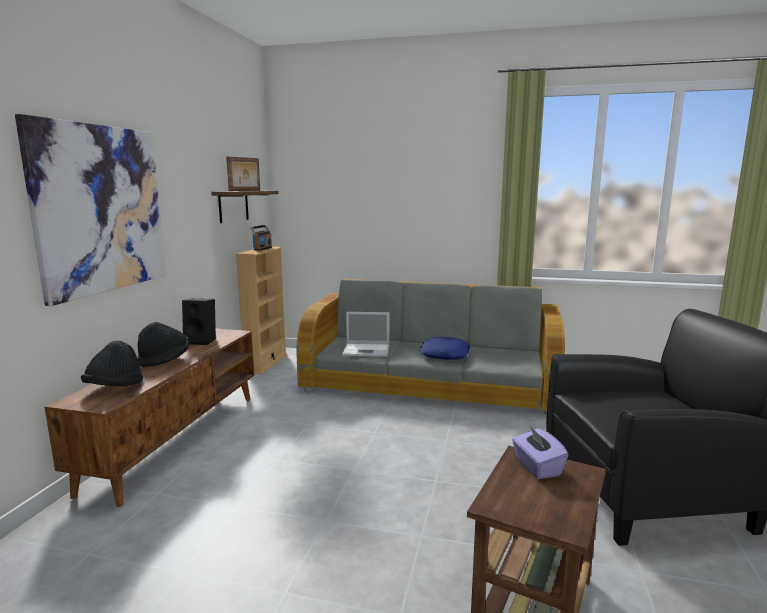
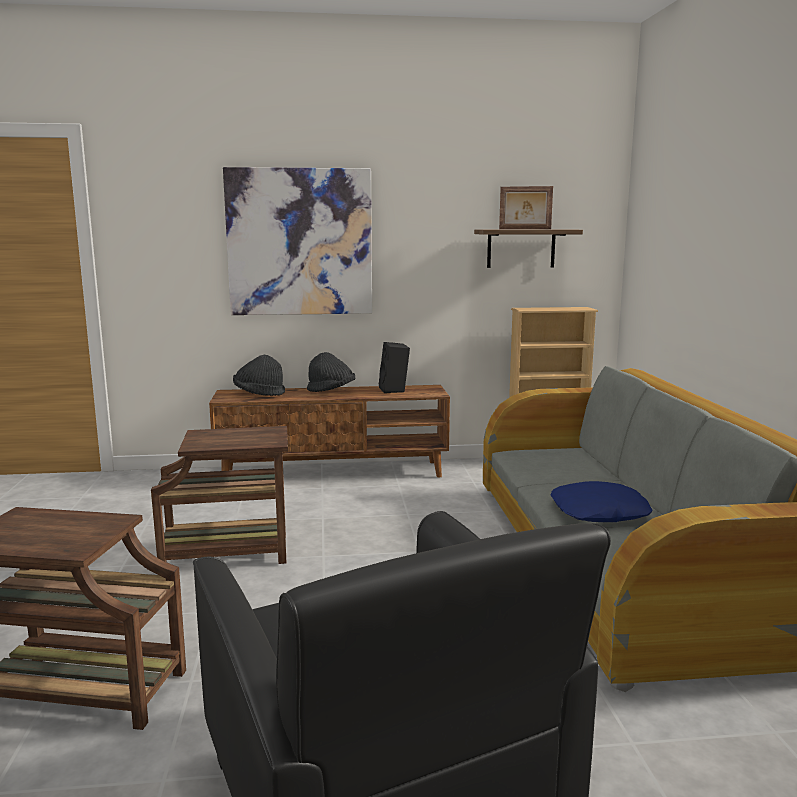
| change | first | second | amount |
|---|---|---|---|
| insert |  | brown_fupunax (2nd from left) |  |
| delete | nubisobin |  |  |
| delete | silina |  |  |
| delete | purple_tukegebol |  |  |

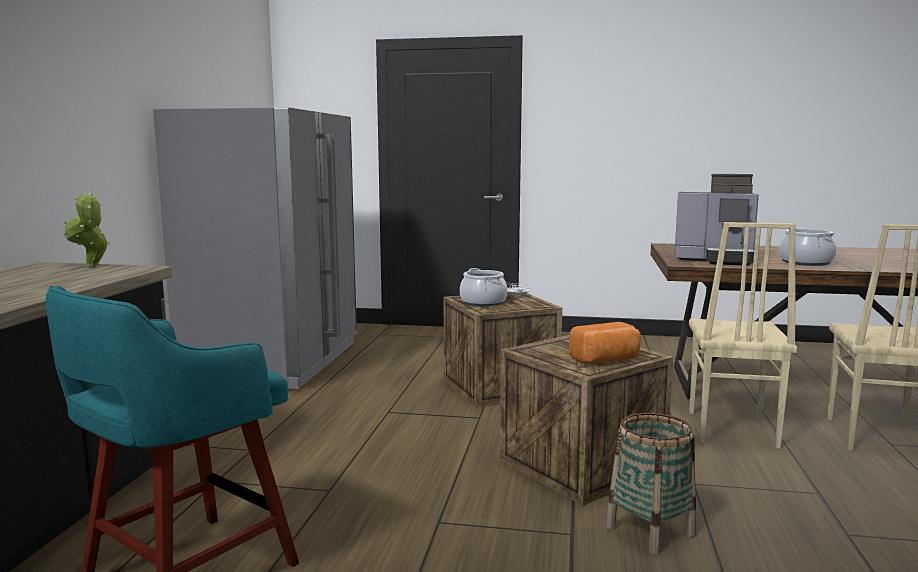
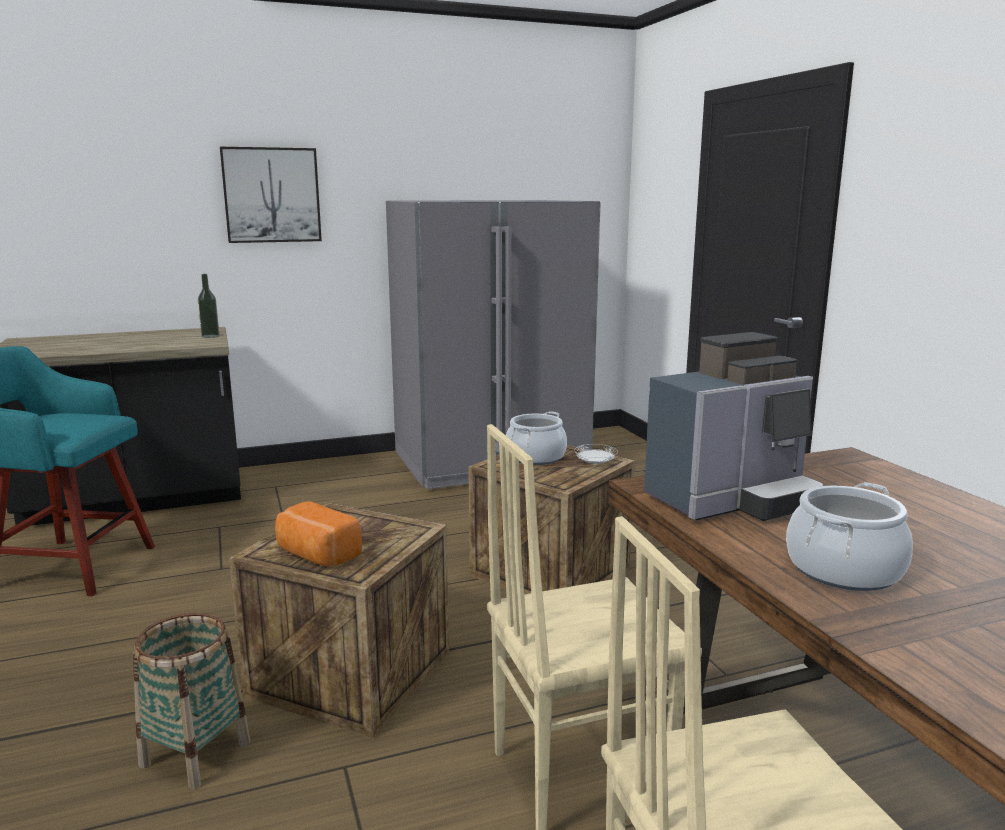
| change | first | second | amount |
|---|---|---|---|
| replace | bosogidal | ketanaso |  |
| insert |  | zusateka |  |
| rotate | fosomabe |  | 105 degrees counterclockwise |

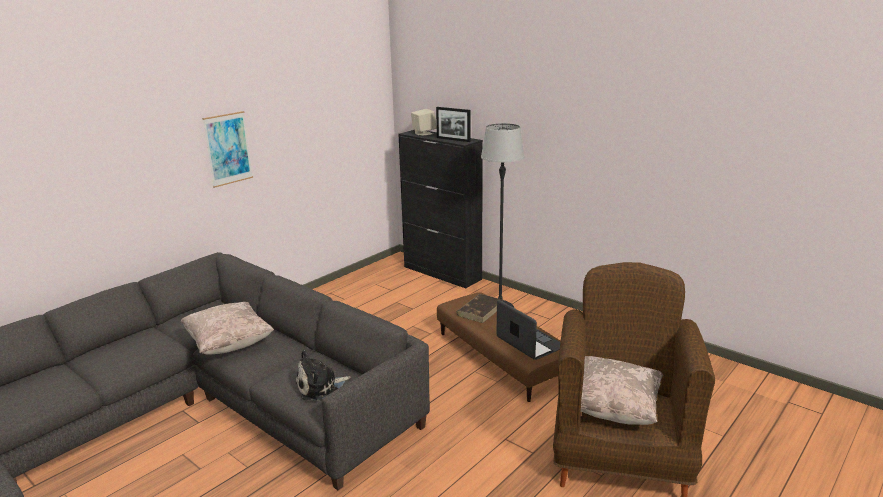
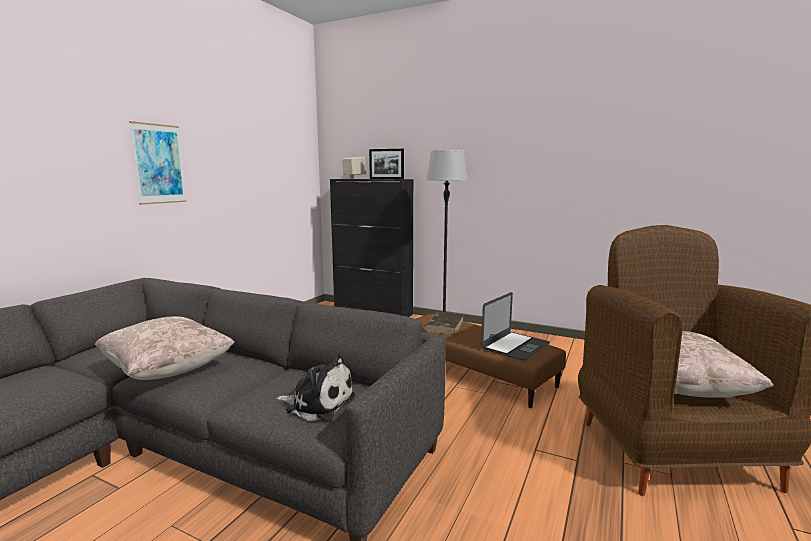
| change | first | second | amount |
|---|---|---|---|
| rotate | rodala |  | 120 degrees counterclockwise |
| rotate | silina |  | 90 degrees clockwise |

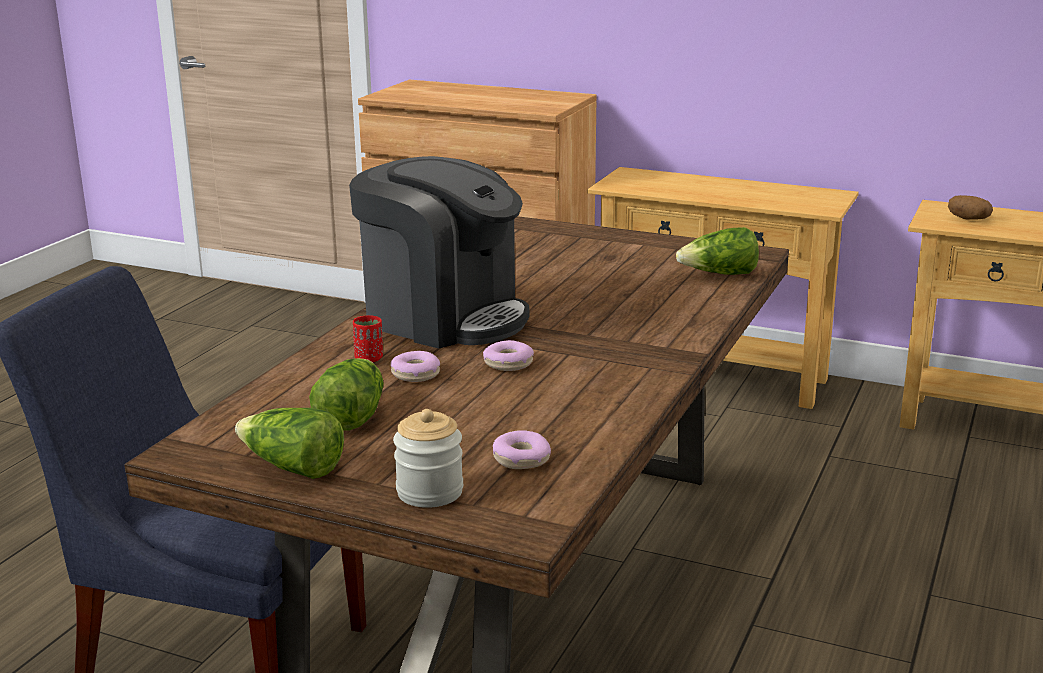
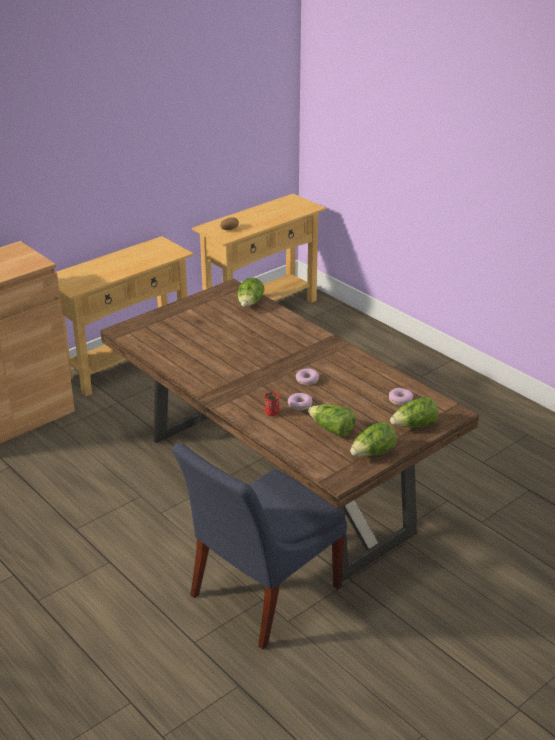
| change | first | second | amount |
|---|---|---|---|
| replace | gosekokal | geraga (4th from left) |  |
| delete | fosomabe |  |  |

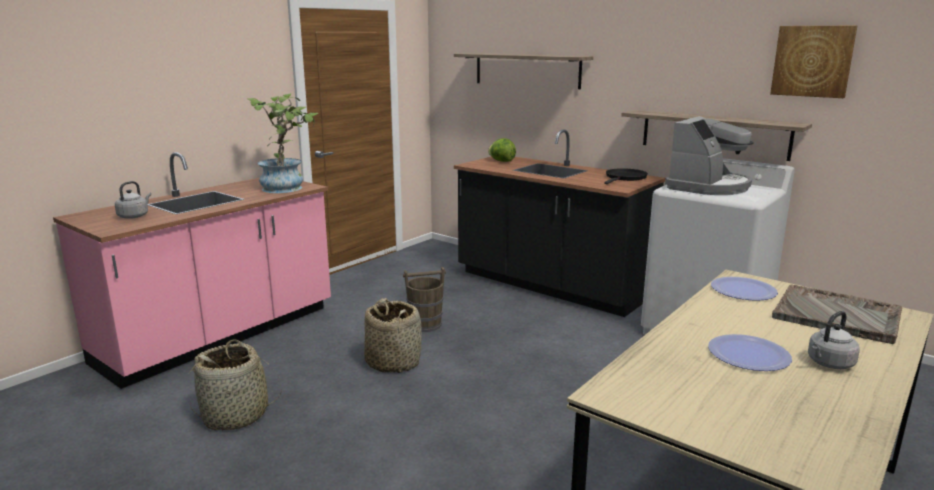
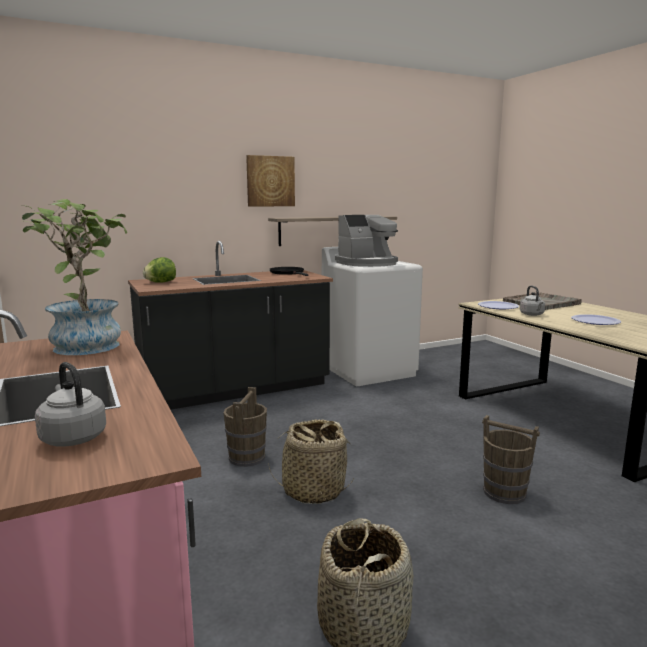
| change | first | second | amount |
|---|---|---|---|
| move | zusateka |  |  |
| rotate | fosomabe |  | 90 degrees clockwise |
| insert |  | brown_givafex (2nd from left) |  |
| move | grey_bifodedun (2nd from left) |  |  |
| delete | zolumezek (1st from left) |  |  |

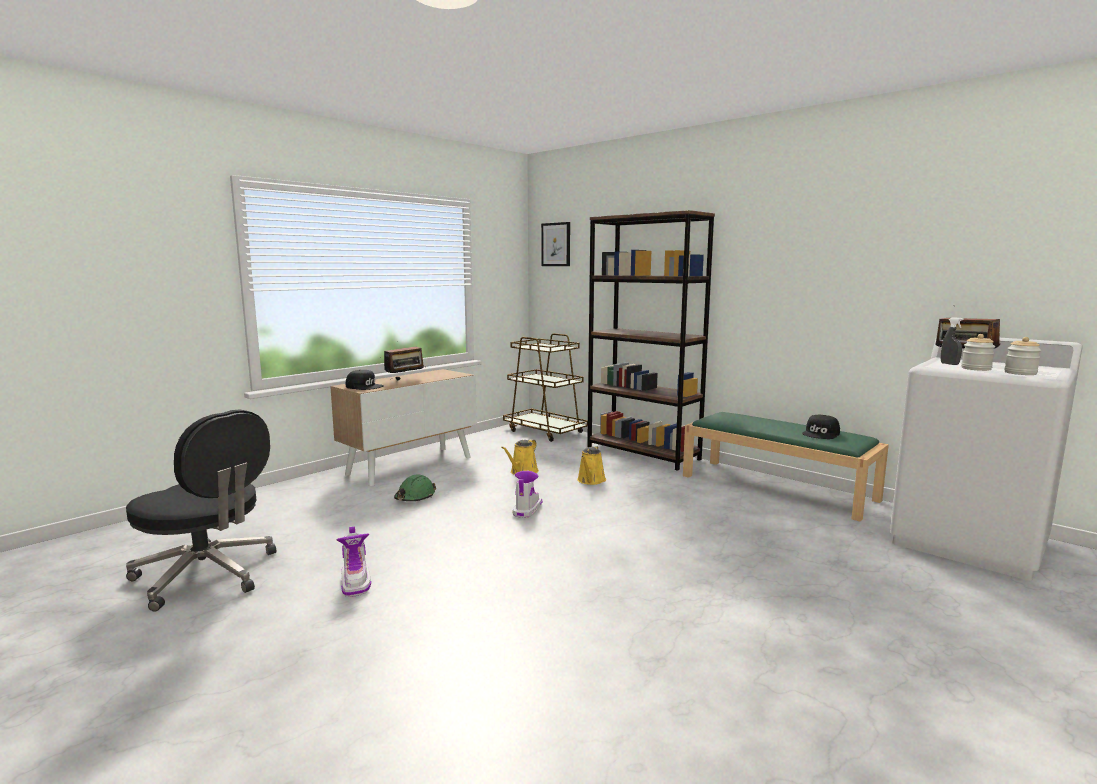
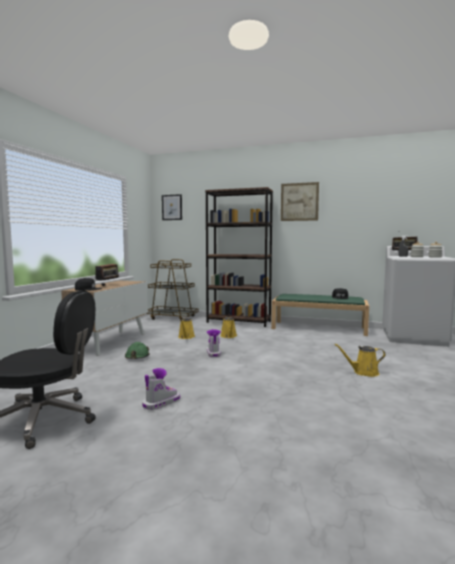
| change | first | second | amount |
|---|---|---|---|
| rotate | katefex (1st from left) |  | 90 degrees counterclockwise |
| insert |  | zusateka (2nd from left) |  |
| insert |  | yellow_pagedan (3rd from left) |  |

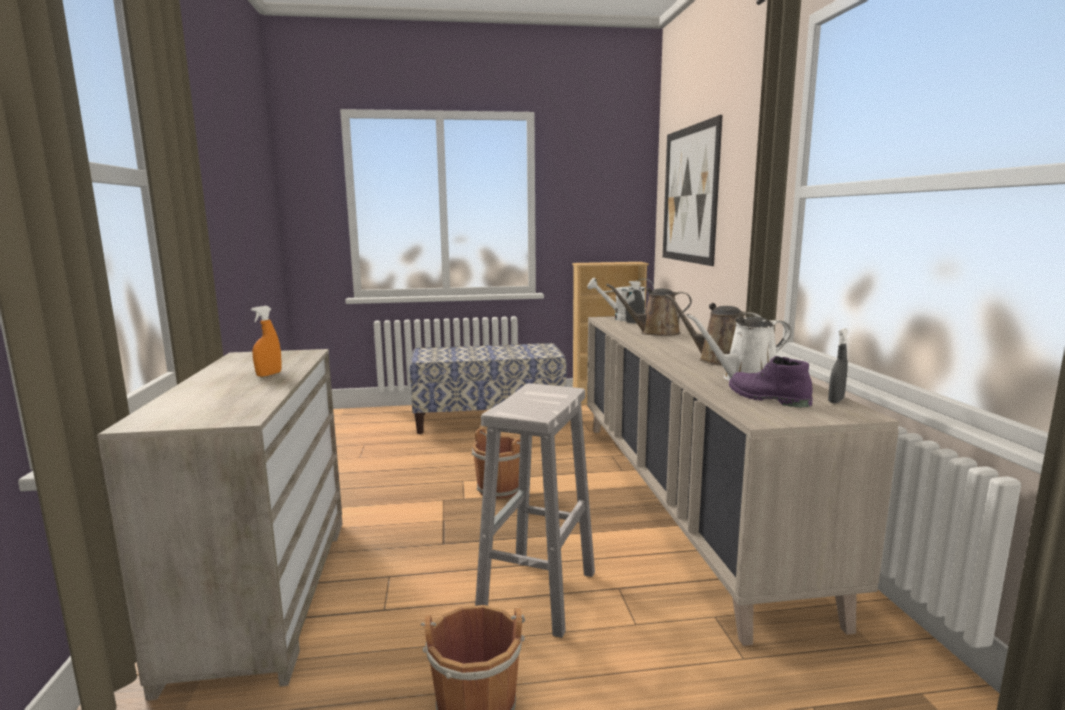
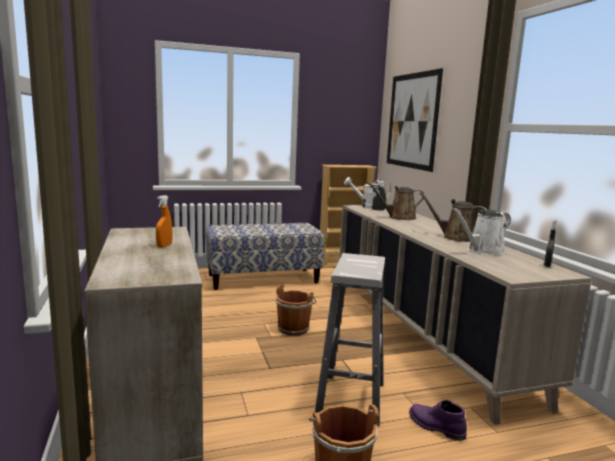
| change | first | second | amount |
|---|---|---|---|
| move | purple_katefex |  |  |

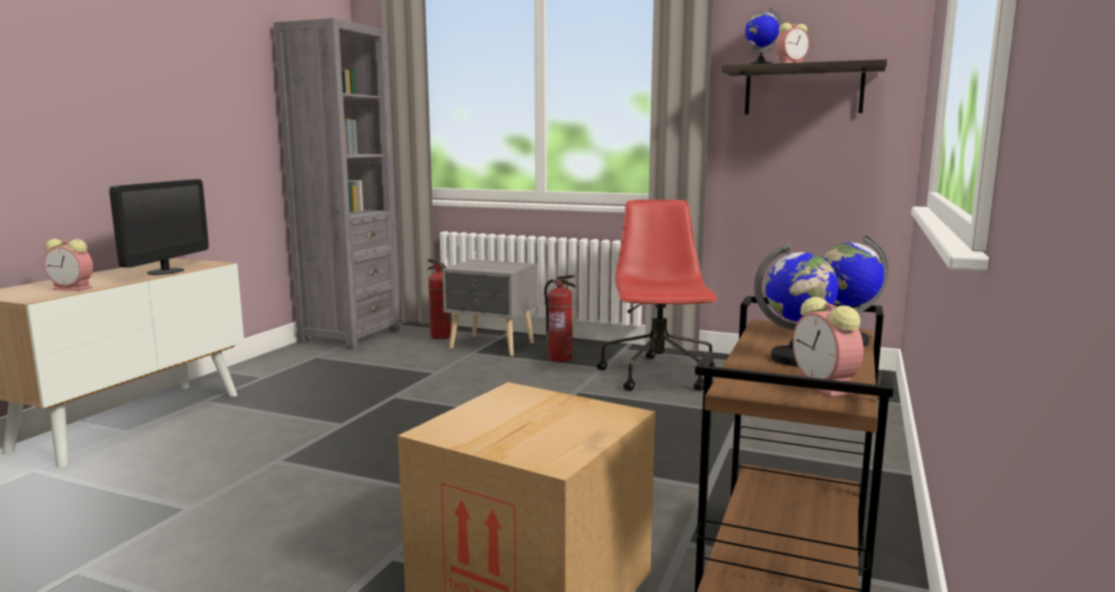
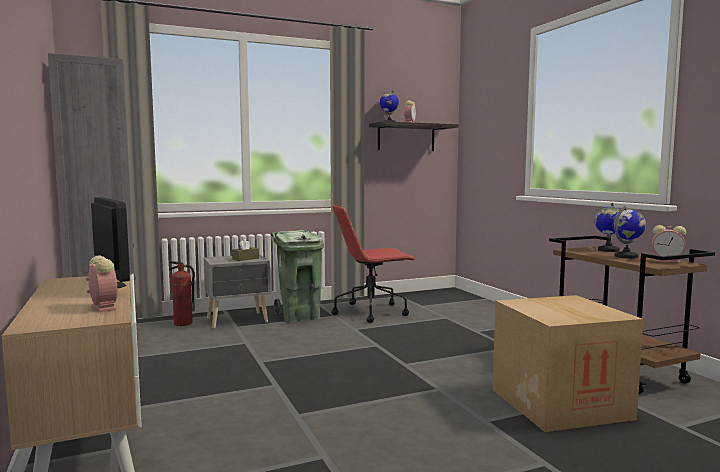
| change | first | second | amount |
|---|---|---|---|
| rotate | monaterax (1st from left) |  | 90 degrees counterclockwise |
| insert |  | brown_tukegebol |  |
| replace | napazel (2nd from left) | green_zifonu |  |
| rotate | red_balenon |  | 60 degrees counterclockwise |

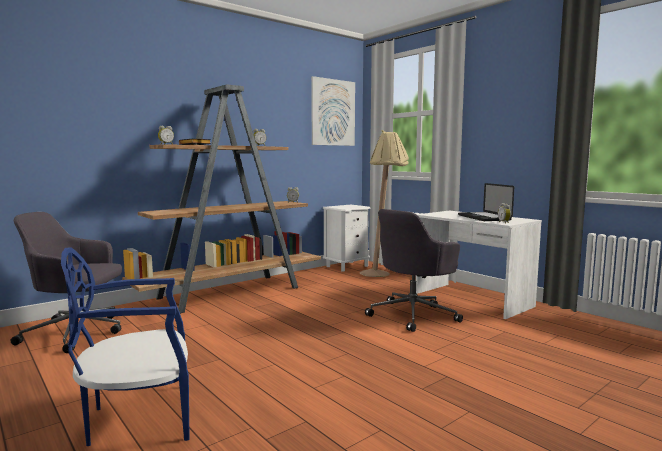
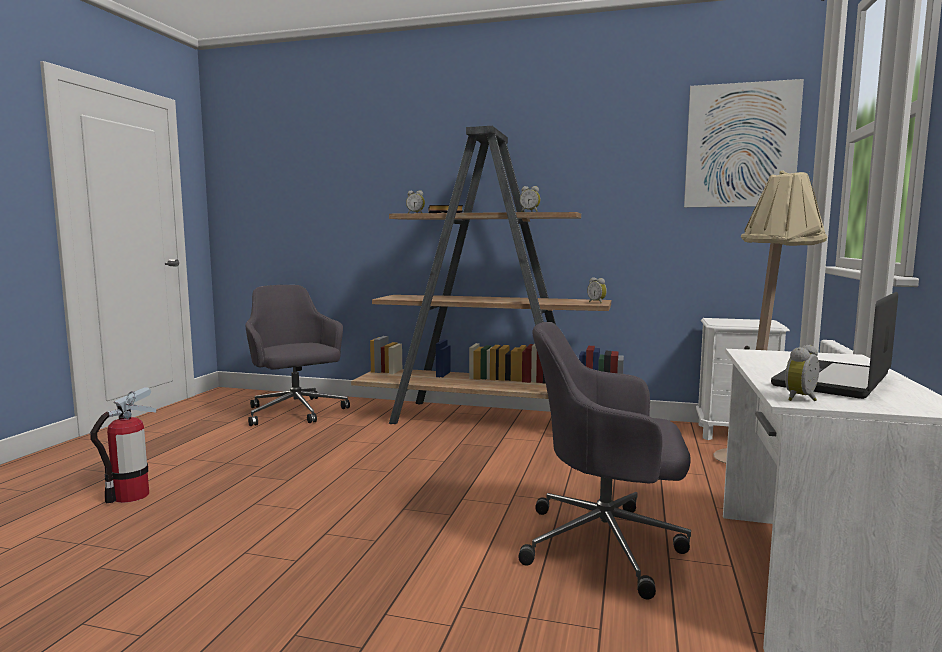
| change | first | second | amount |
|---|---|---|---|
| replace | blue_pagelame | napazel |  |

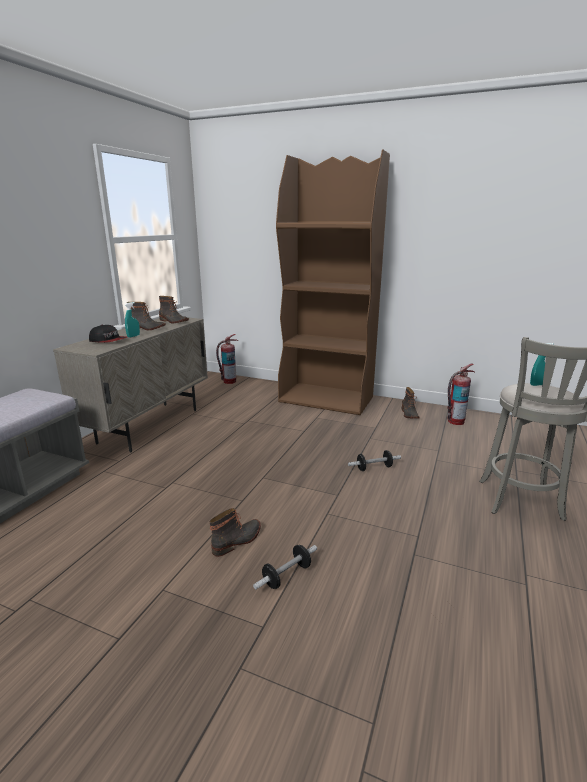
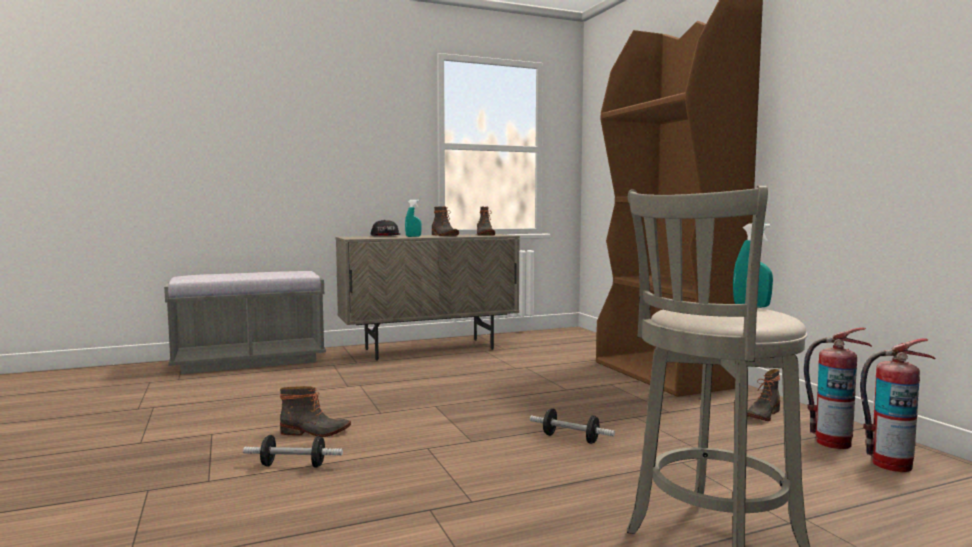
| change | first | second | amount |
|---|---|---|---|
| move | napazel (1st from left in the first image) | napazel (2nd from left) |  |

